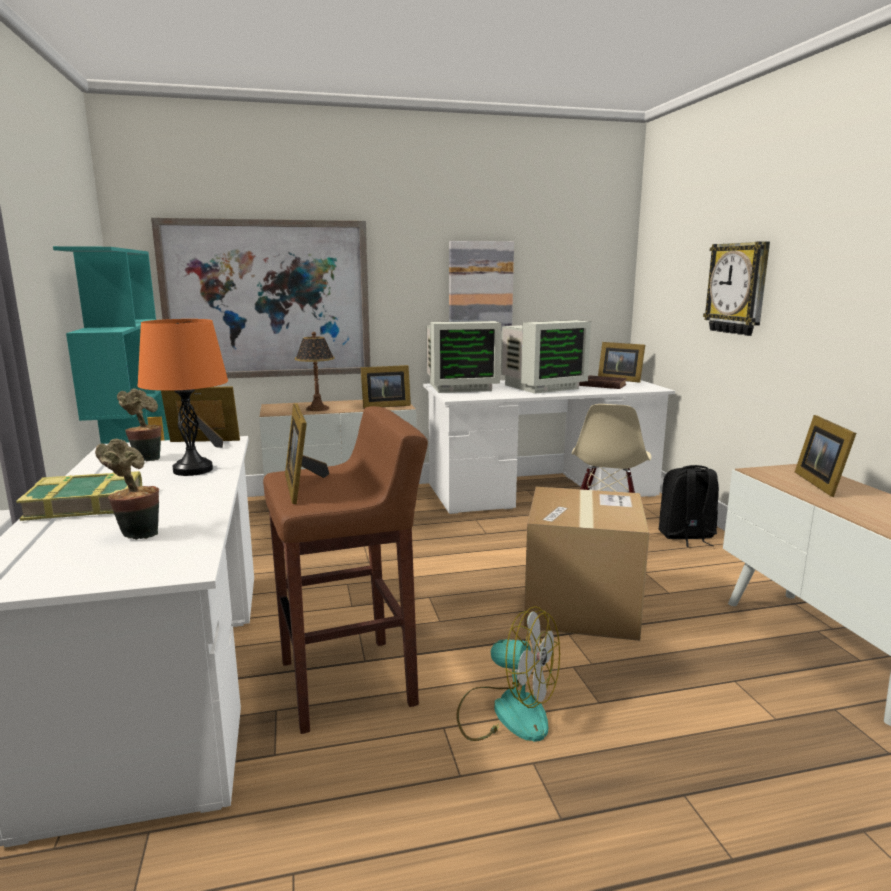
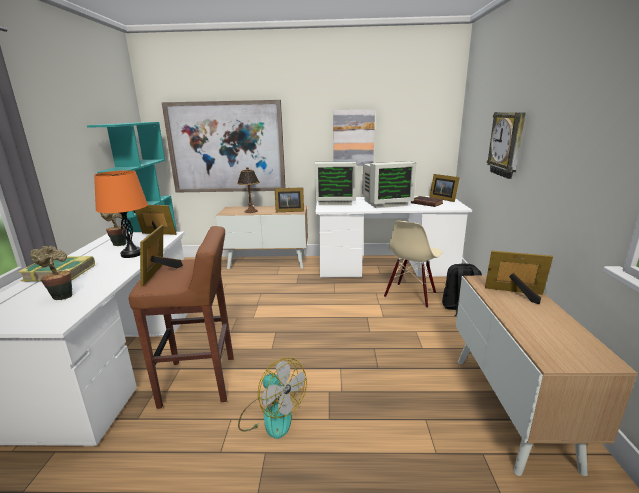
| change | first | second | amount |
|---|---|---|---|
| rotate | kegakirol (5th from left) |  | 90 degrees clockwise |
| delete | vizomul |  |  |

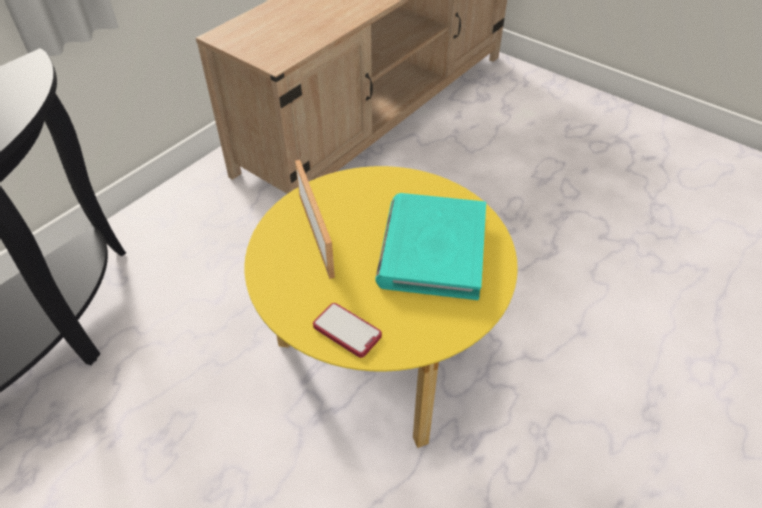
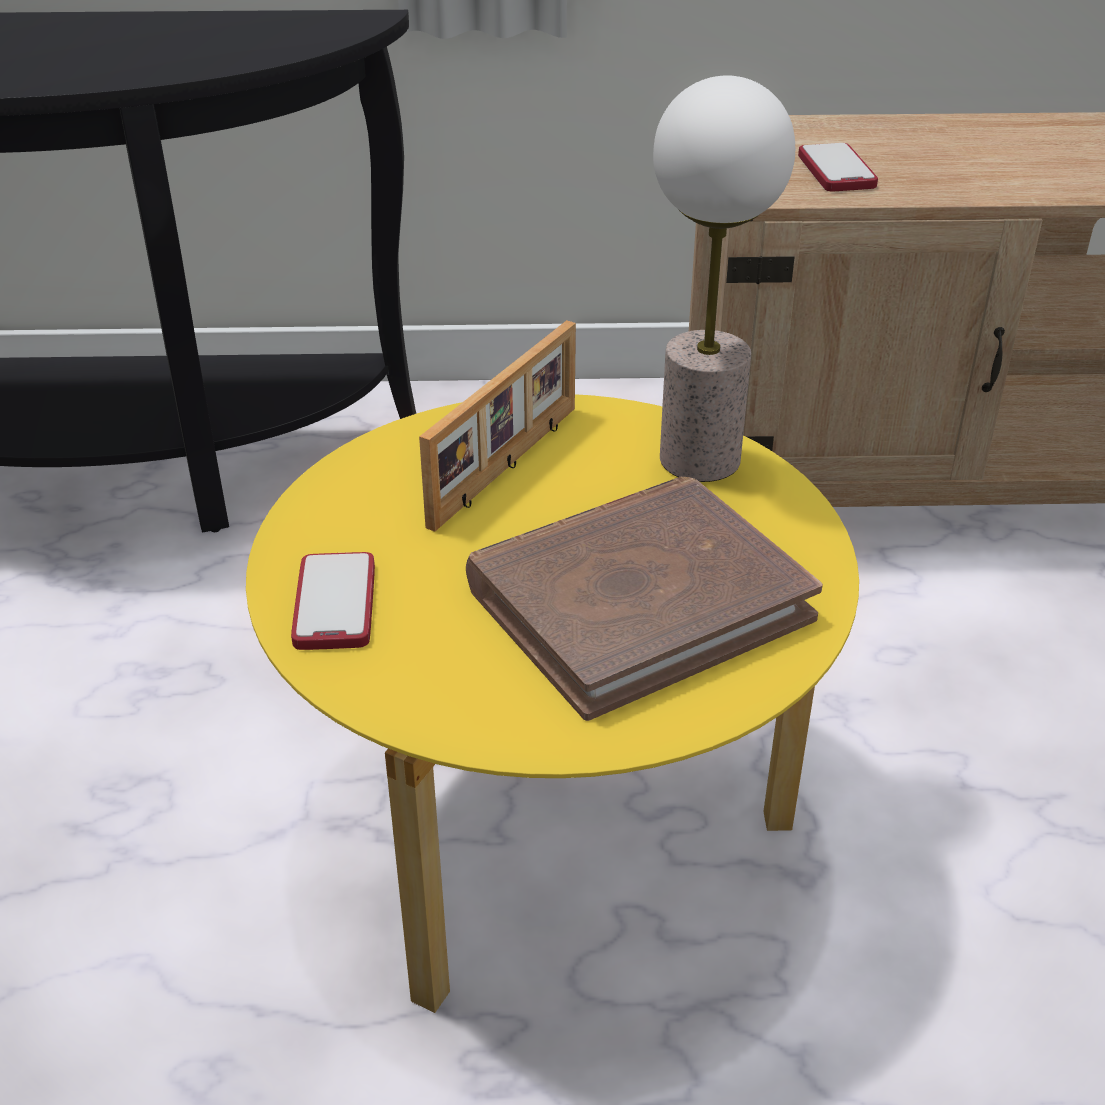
| change | first | second | amount |
|---|---|---|---|
| recolor | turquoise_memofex | brown_memofex |  |
| insert |  | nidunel |  |
| insert |  | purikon (2nd from left) |  |

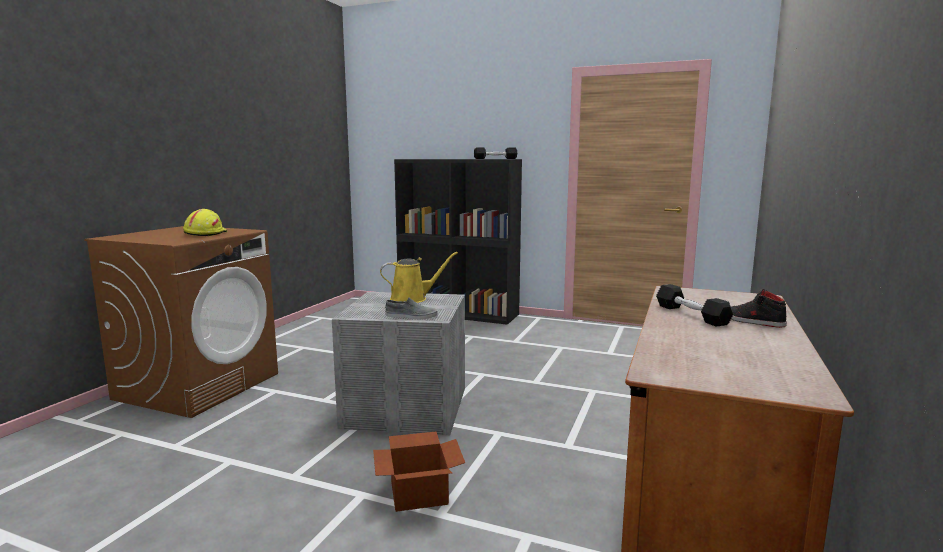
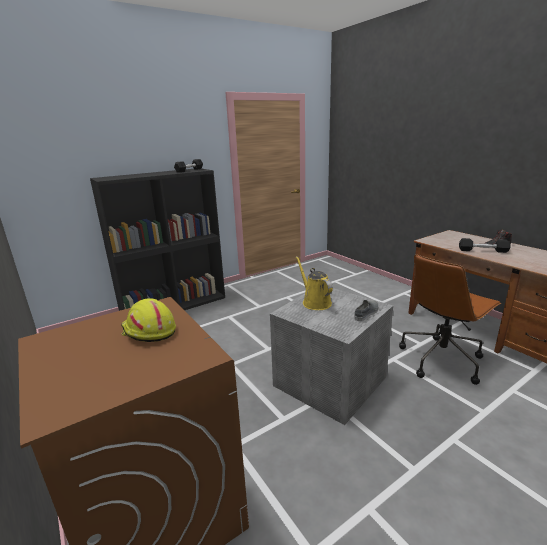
| change | first | second | amount |
|---|---|---|---|
| rotate | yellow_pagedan |  | 45 degrees counterclockwise |
| insert |  | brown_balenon |  |
| delete | vizomul |  |  |

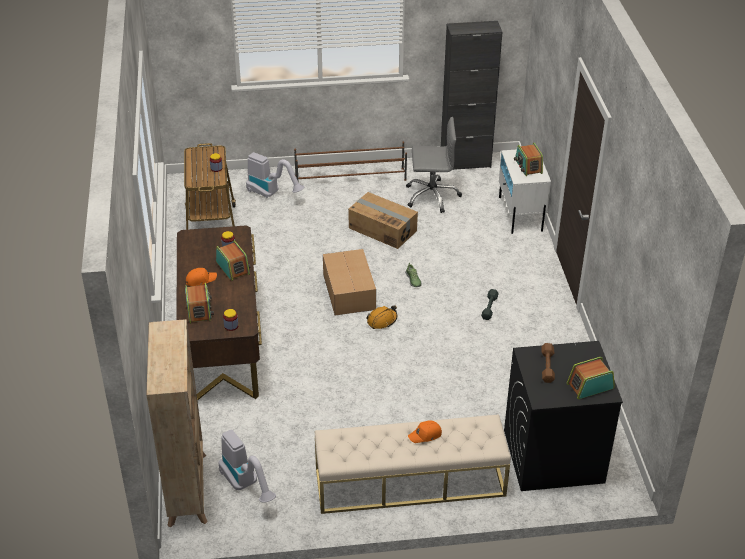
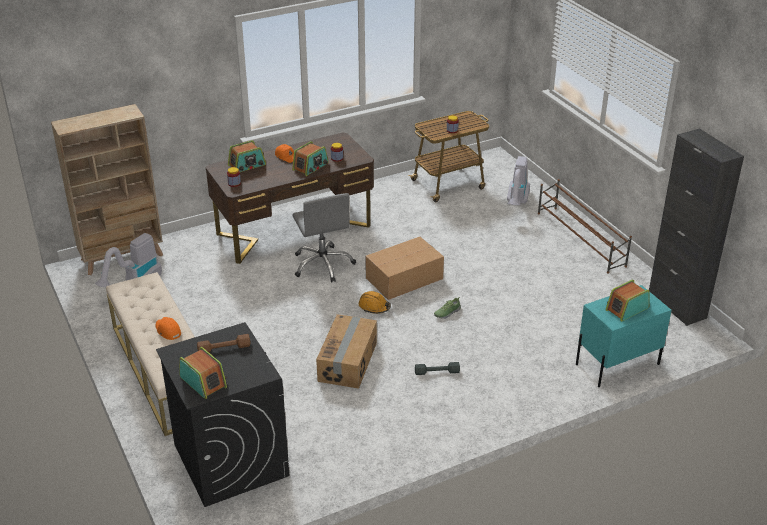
| change | first | second | amount |
|---|---|---|---|
| move | grey_balenon |  |  |
| move | vizomul (2nd from left in the first image) | vizomul (1st from left) |  |
| recolor | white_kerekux | turquoise_kerekux |  |

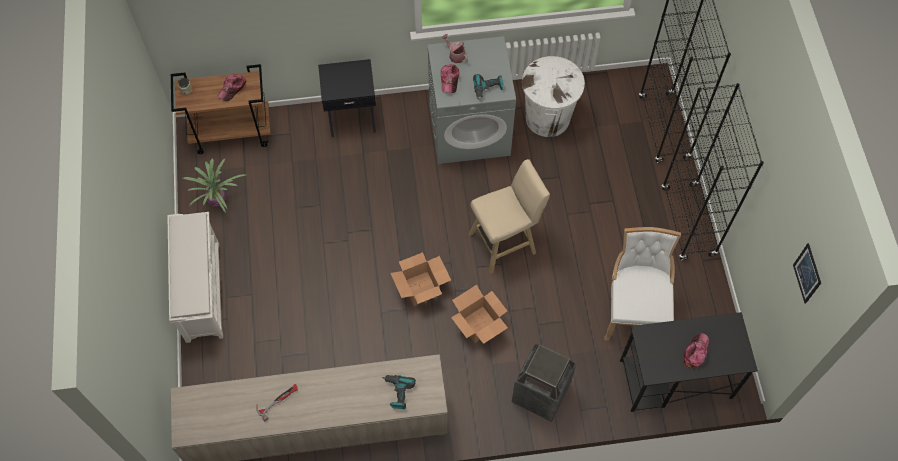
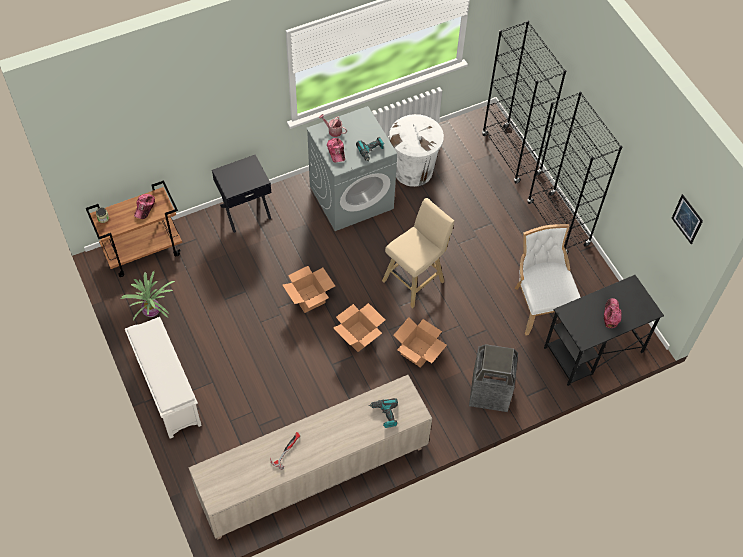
| change | first | second | amount |
|---|---|---|---|
| insert |  | vizomul (1st from left) |  |

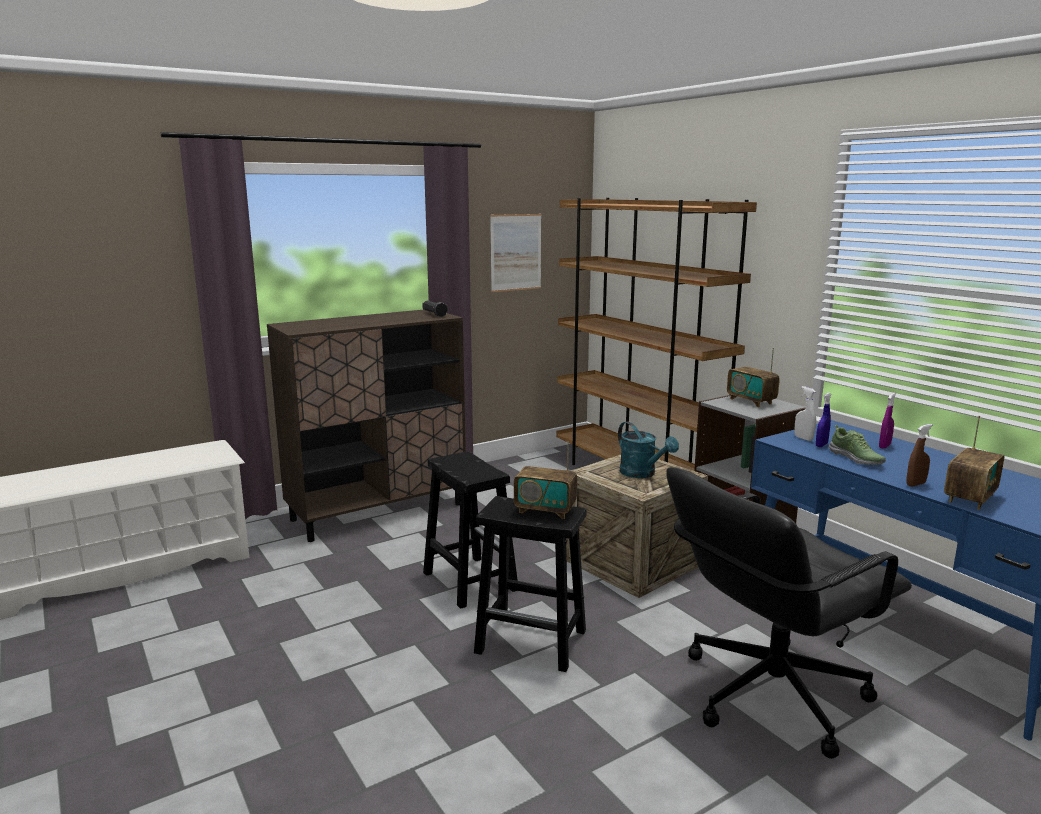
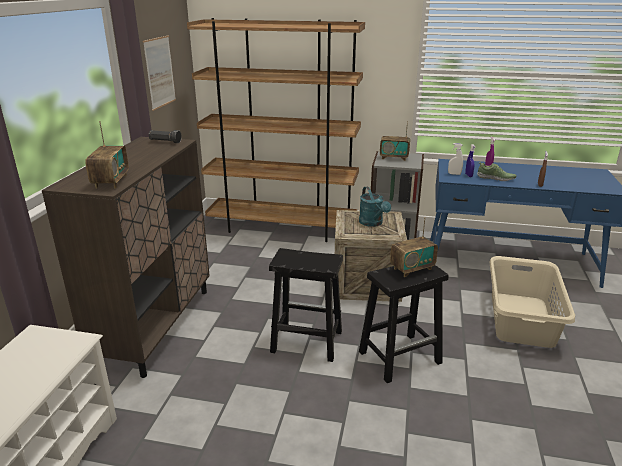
| change | first | second | amount |
|---|---|---|---|
| move | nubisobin (3rd from left in the first image) | nubisobin (1st from left) |  |
| rotate | turquoise_pagedan |  | 60 degrees clockwise |
| replace | black_balenon | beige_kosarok |  |

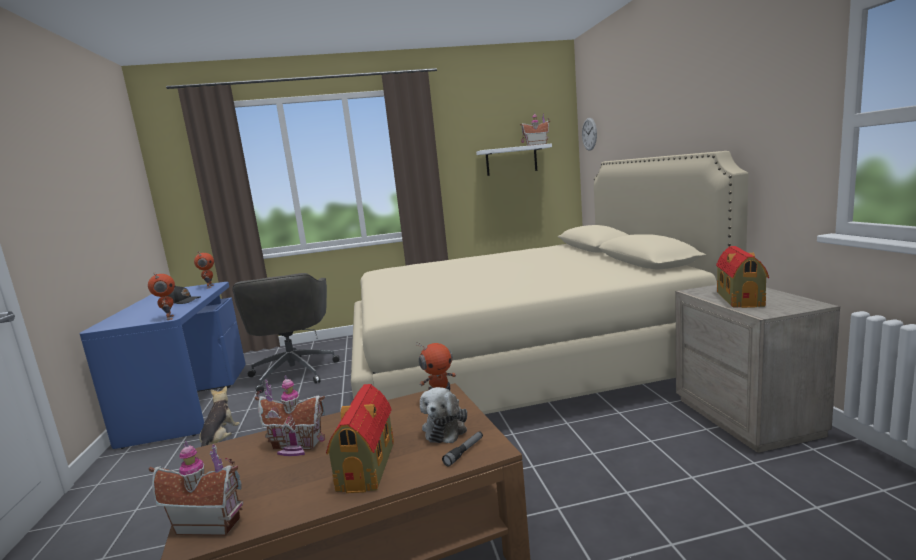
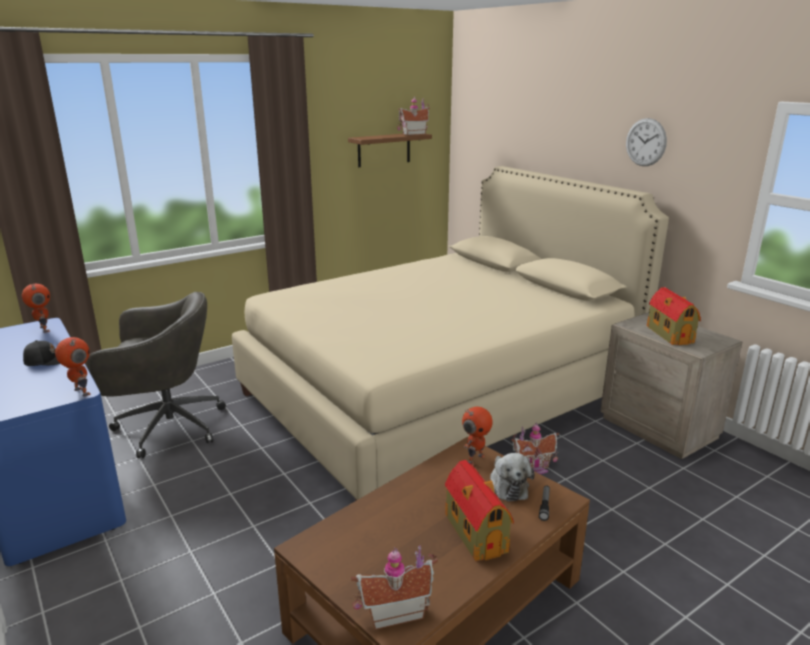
| change | first | second | amount |
|---|---|---|---|
| rotate | grey_balenon |  | 60 degrees counterclockwise |
| recolor | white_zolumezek | brown_zolumezek |  |
| move | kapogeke (2nd from left in the first image) | kapogeke (4th from left) |  |
| move | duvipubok |  |  |
| delete | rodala (1st from left) |  |  |

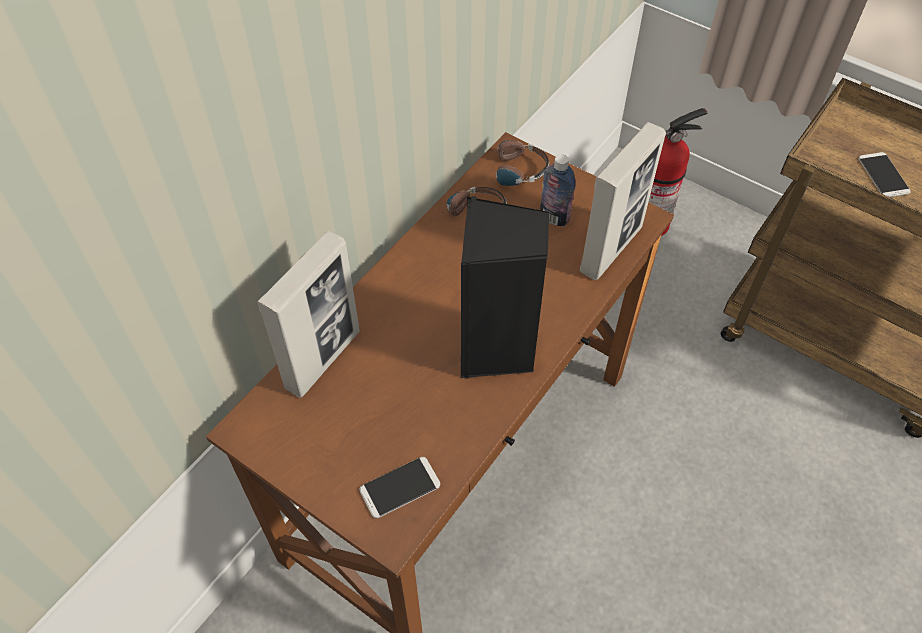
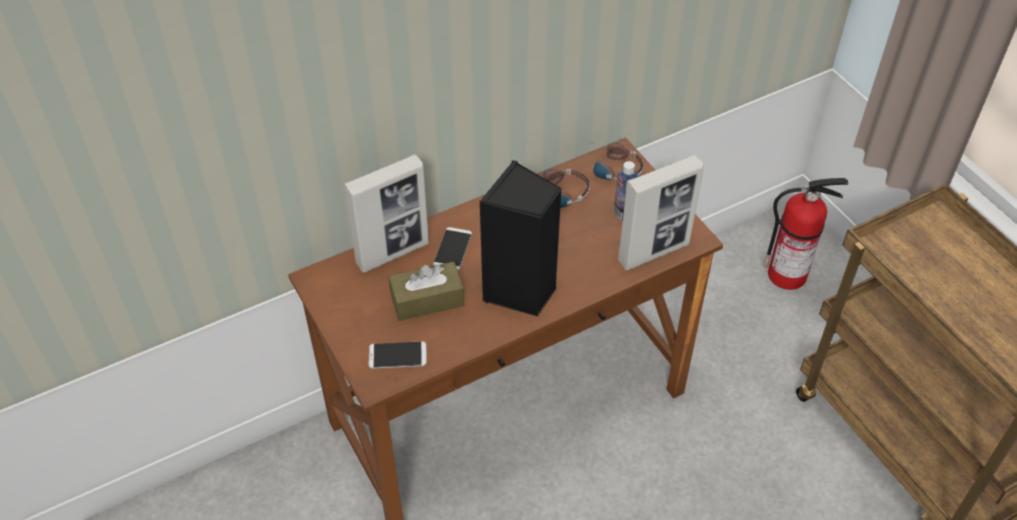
| change | first | second | amount |
|---|---|---|---|
| insert |  | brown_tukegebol |  |
| move | purikon (2nd from left) |  |  |

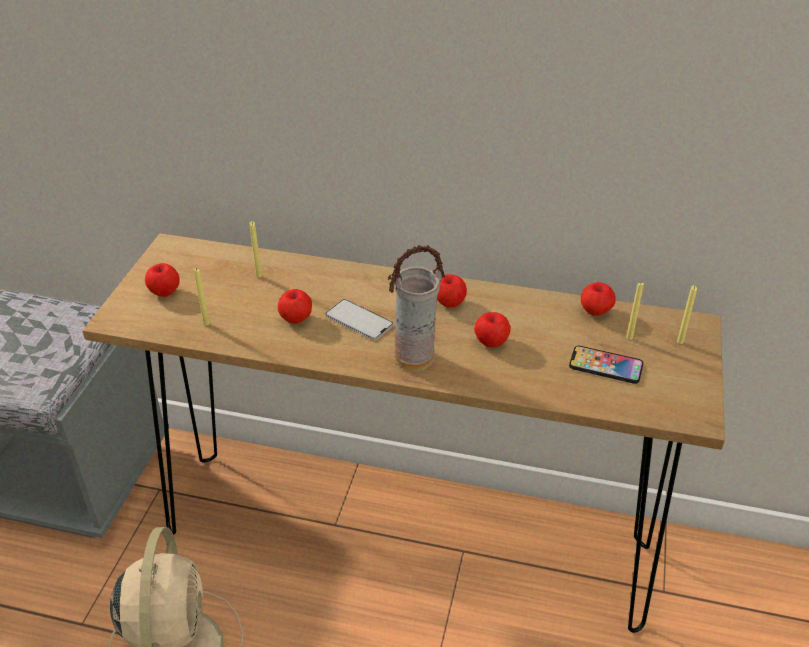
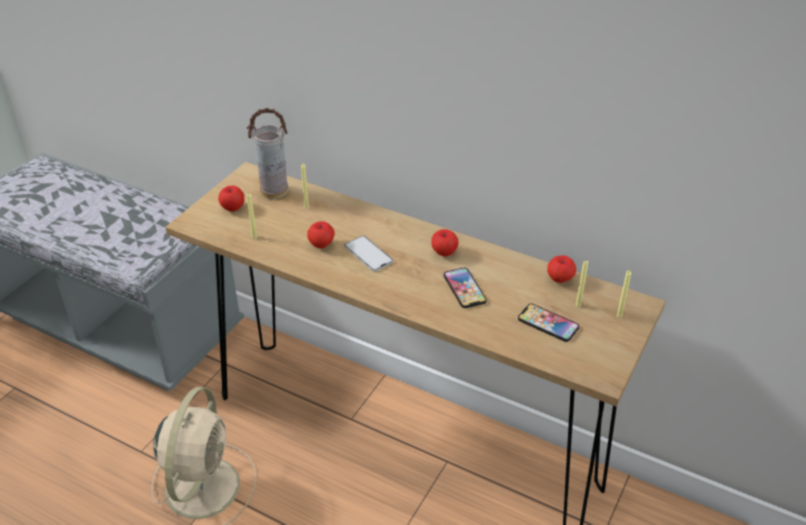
| change | first | second | amount |
|---|---|---|---|
| move | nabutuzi |  |  |
| replace | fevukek (4th from left) | purikon (2nd from left) |  |

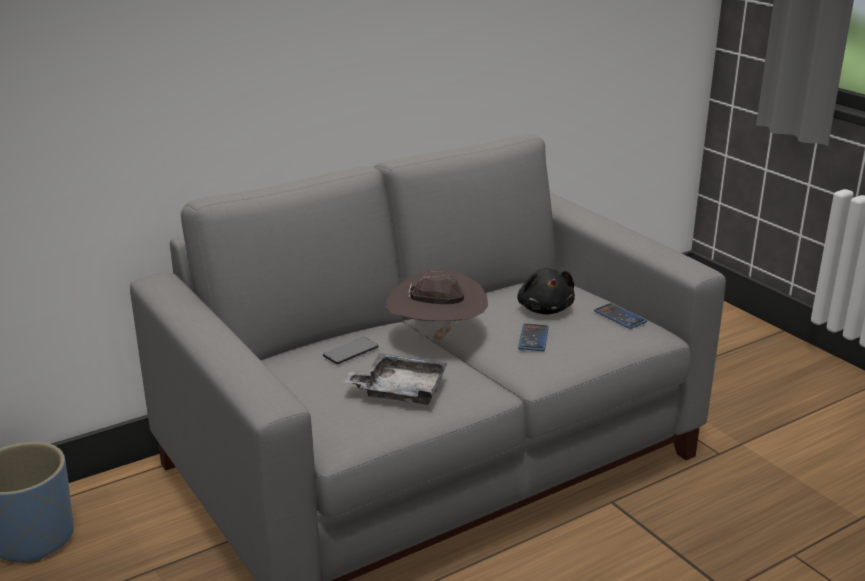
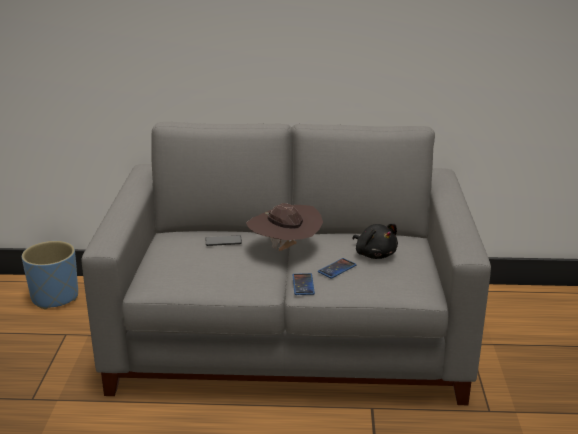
| change | first | second | amount |
|---|---|---|---|
| move | purikon (3rd from left in the first image) | purikon (2nd from left) |  |
| rotate | black_rodala |  | 60 degrees counterclockwise |
| delete | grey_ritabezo |  |  |

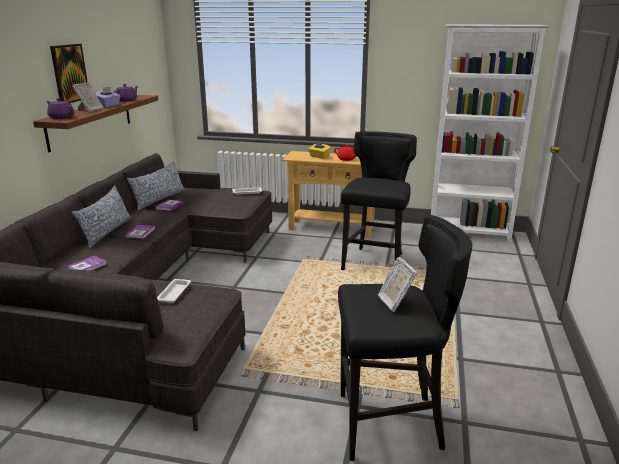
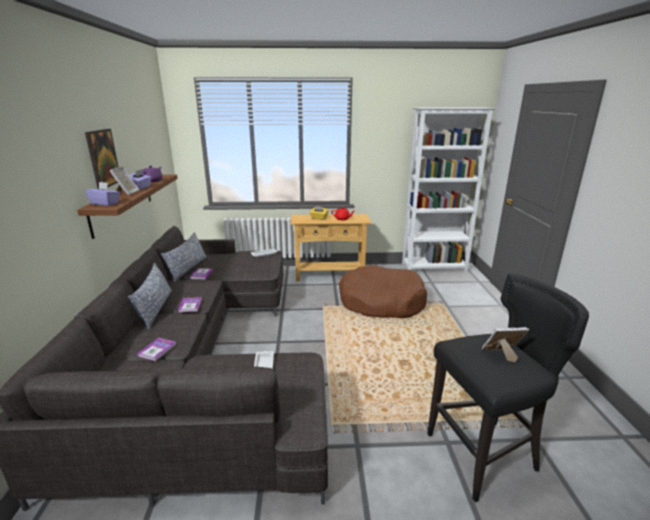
| change | first | second | amount |
|---|---|---|---|
| replace | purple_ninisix (1st from left) | purple_tukegebol (1st from left) |  |
| replace | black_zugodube (1st from left) | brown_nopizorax |  |
| rotate | kegakirol (2nd from left) |  | 120 degrees clockwise |

